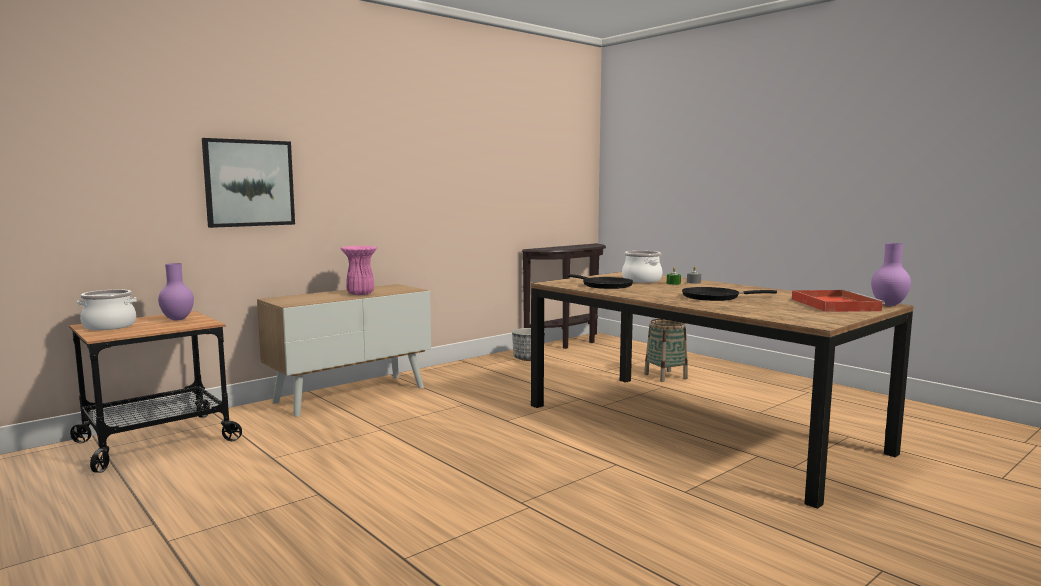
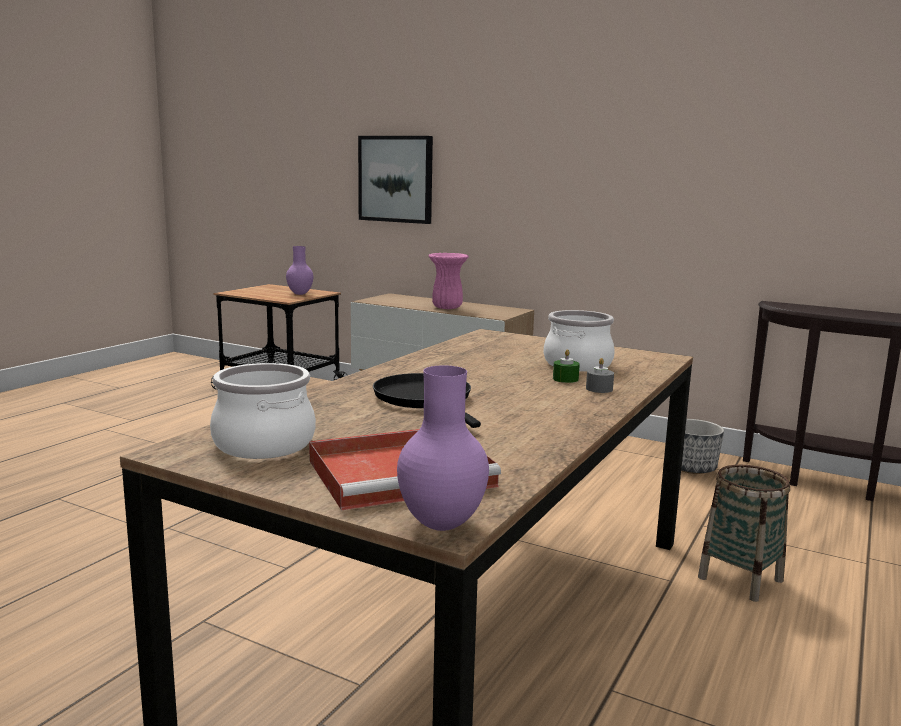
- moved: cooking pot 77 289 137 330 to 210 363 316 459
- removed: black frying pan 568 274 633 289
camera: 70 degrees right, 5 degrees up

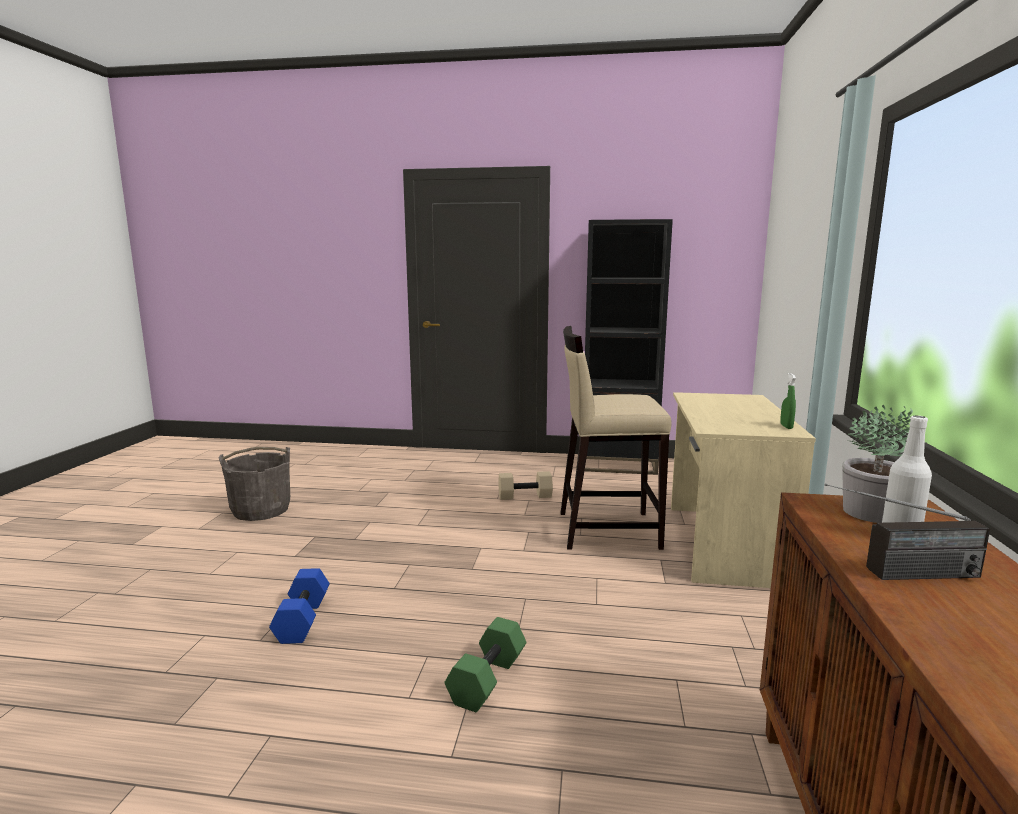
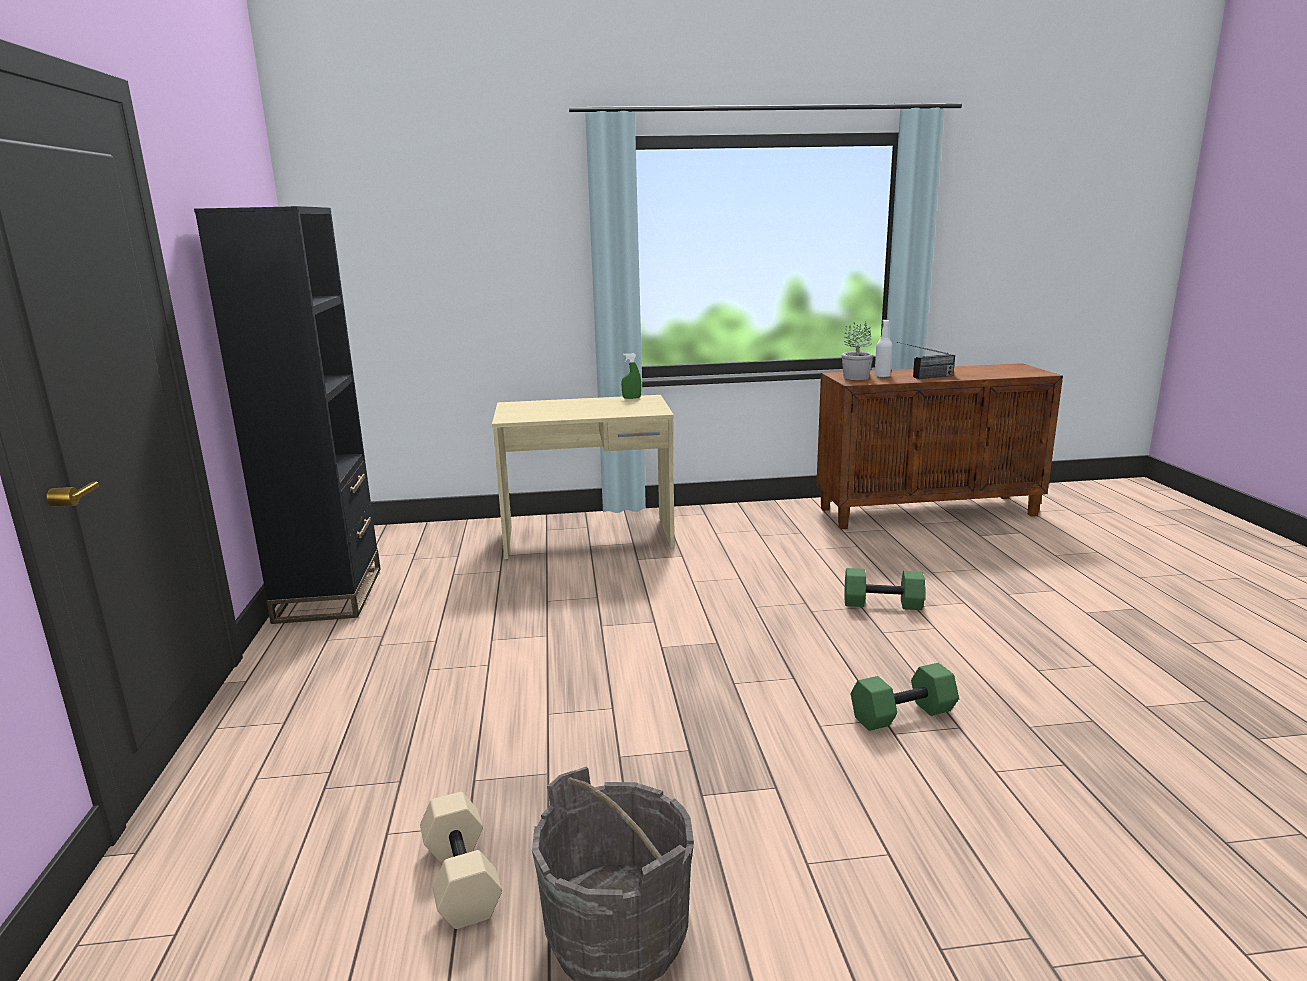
- moved: beige-coloured hand weight 498 471 553 500 to 420 792 502 929
- recoloured: blue-coloured hand weight 269 568 330 644 to green-coloured hand weight 851 663 959 731
- turned: radio set 825 483 990 580 = 897 342 955 379 90 degrees clockwise
- removed: beige-coloured sitting stool 560 326 672 550
camera: 105 degrees left, 5 degrees up

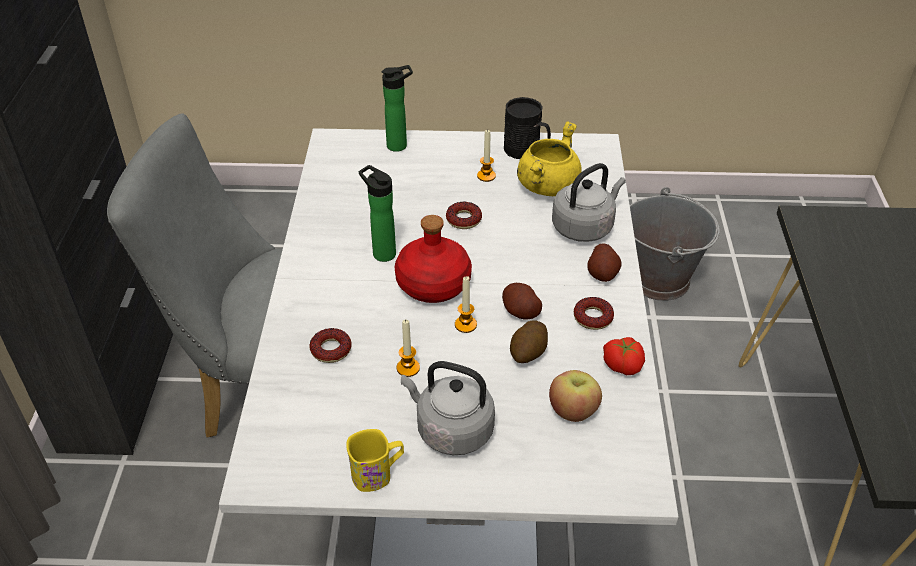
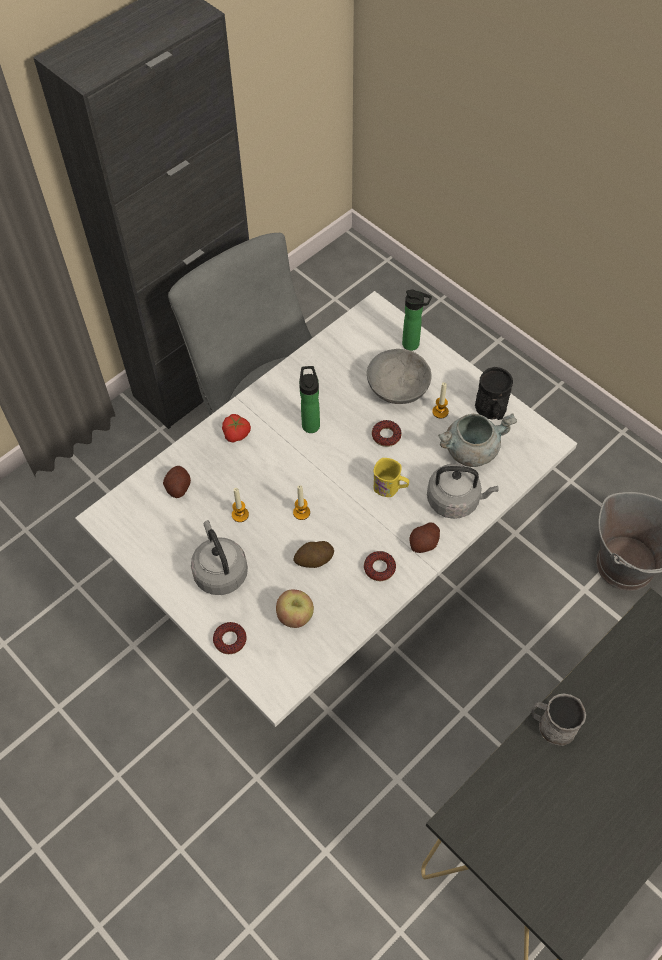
- moved: whole potato 502 283 542 319 to 163 466 191 498
- moved: doughnut 310 328 352 363 to 213 622 247 654
- moved: fresh tomato 603 337 645 375 to 222 414 251 443
- added: grey deep dish 367 349 432 404
- moved: yellow mug 347 429 404 492 to 373 458 409 497
- recoloured: yellow cooking pot 517 121 582 196 to grey cooking pot 438 413 517 467
- added: grey mug 531 694 586 746
- removed: red-coloured bottle 394 215 472 303
camera: 45 degrees right, 15 degrees up

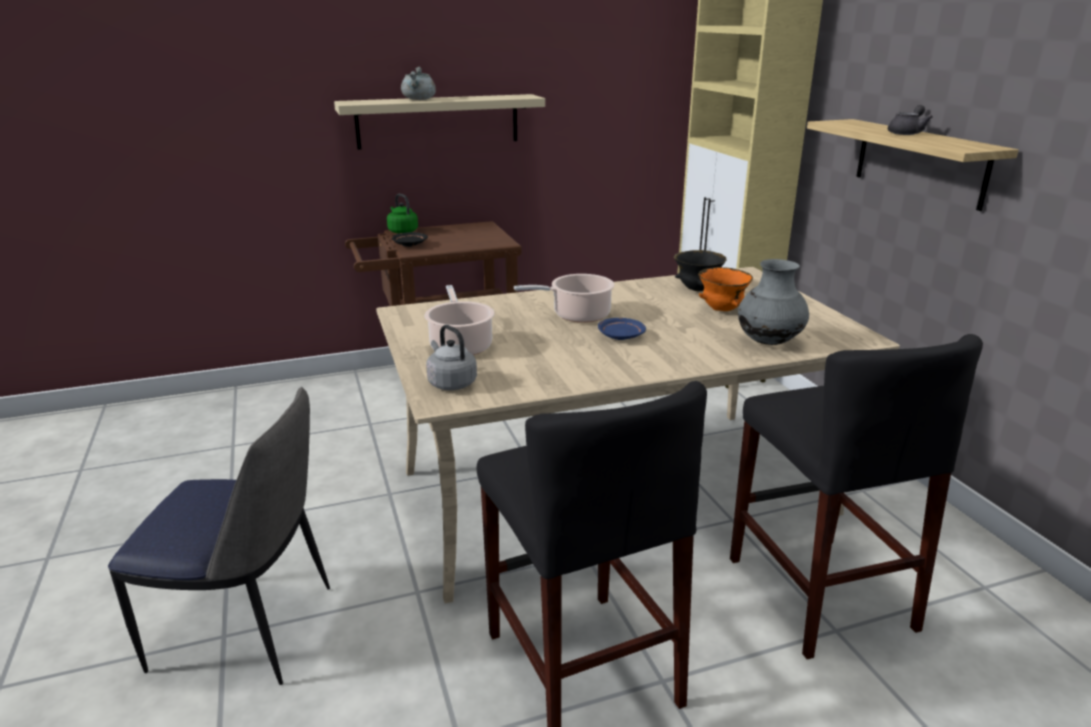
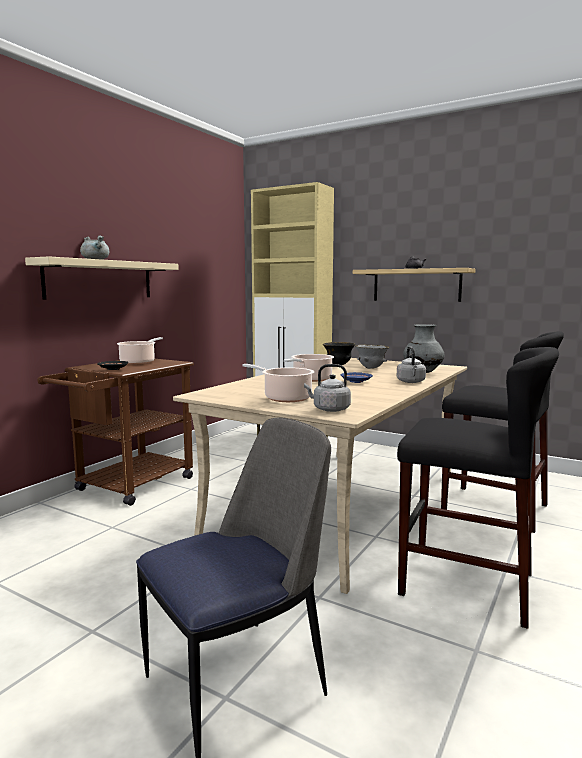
- added: cooking pot 117 337 163 364
- recoloured: orange deep dish 698 267 753 311 to grey deep dish 355 345 389 369
- added: grey water kettle 397 346 426 383
- removed: green-coloured water kettle 387 194 418 234
camera: 40 degrees left, 15 degrees down

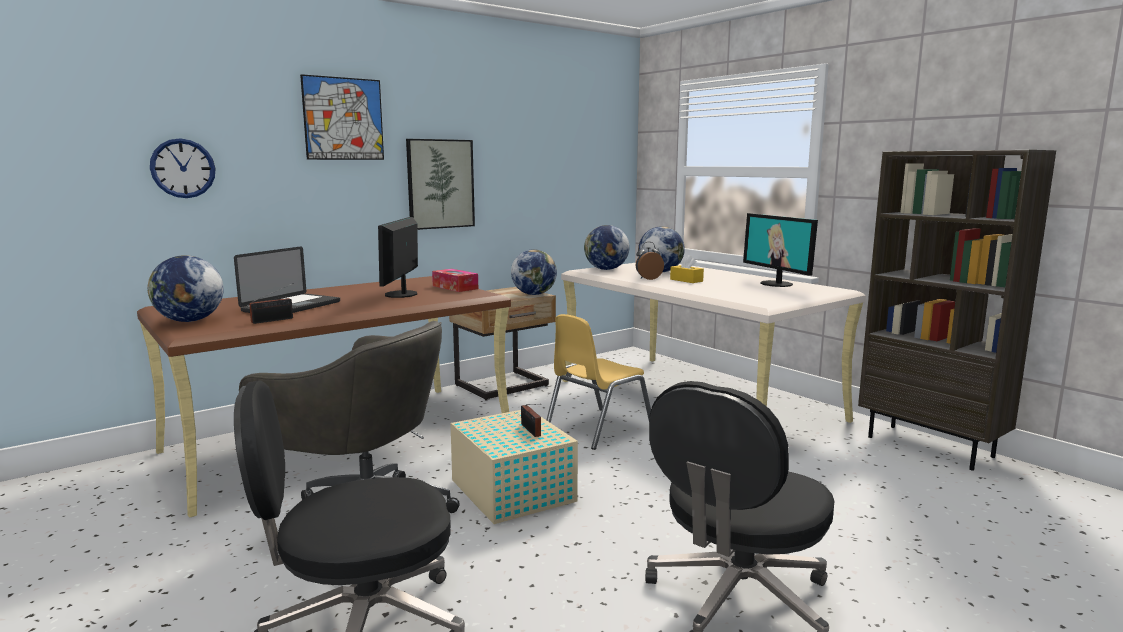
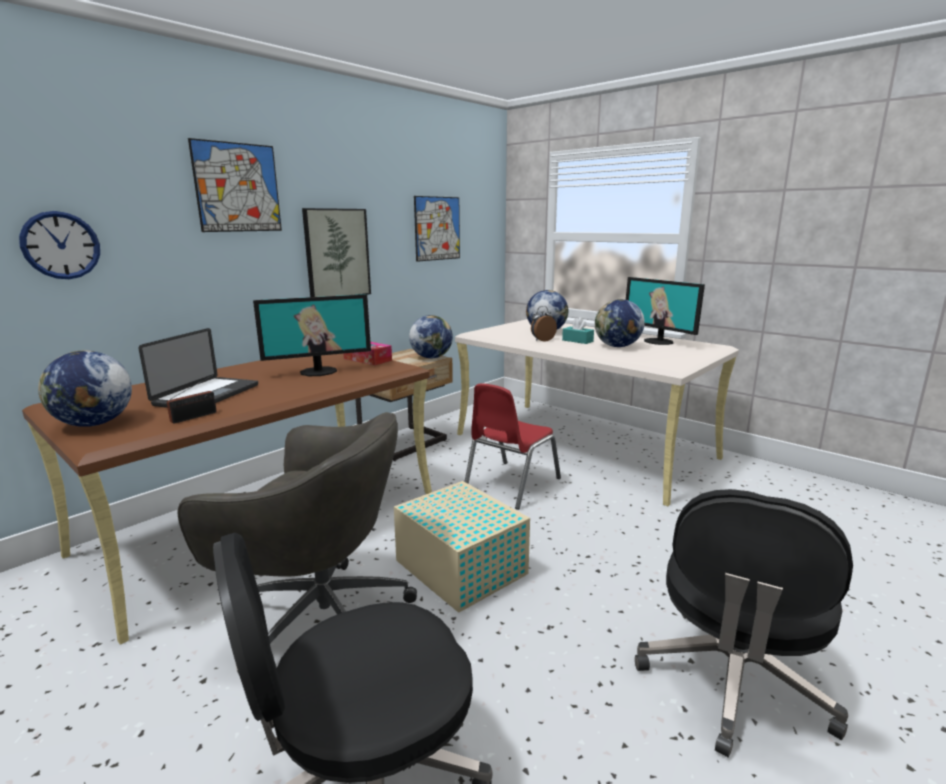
- turned: computer screen 378 217 418 298 = 253 294 371 376 105 degrees counterclockwise
- added: wall art 414 196 460 262
- recoloured: yellow upright chair 547 314 651 450 to red-coloured upright chair 464 383 561 510
- recoloured: yellow box of tissues 670 255 704 283 to turquoise box of tissues 562 317 594 344
- moved: world globe 584 225 630 270 to 595 299 645 347
- removed: radio set 521 404 541 437
- removed: brown bookcase 858 150 1056 471
camera: 10 degrees left, 5 degrees up

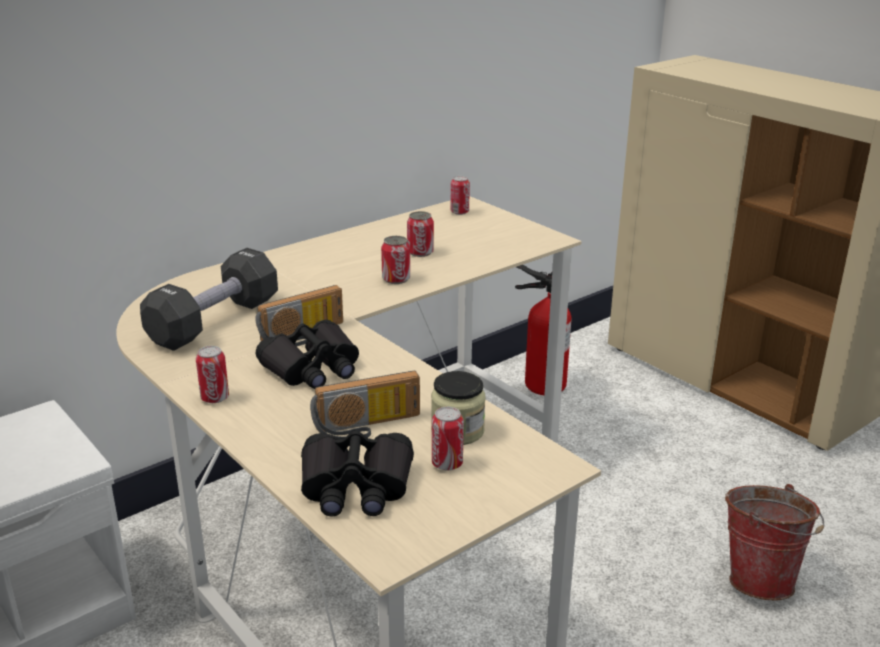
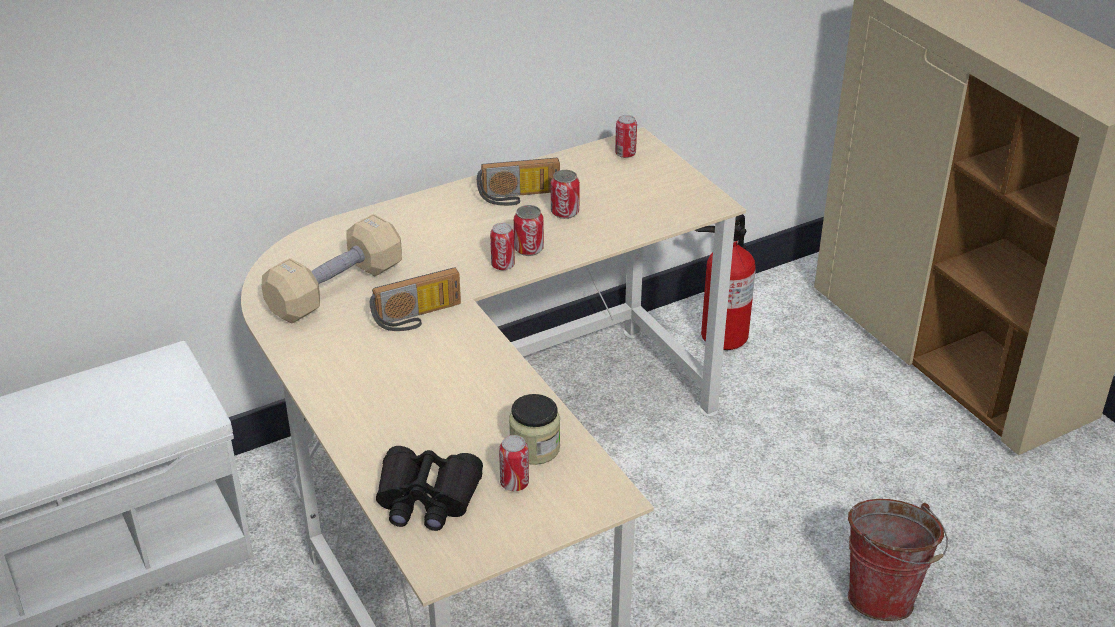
- recoloured: black hand weight 140 248 278 351 to beige-coloured hand weight 262 214 402 323
- moved: radio set 310 371 420 440 to 477 158 560 206
- moved: metal can 196 346 229 403 to 490 223 515 270
- removed: black pair of binoculars 256 320 359 389
camera: 10 degrees right, 10 degrees up

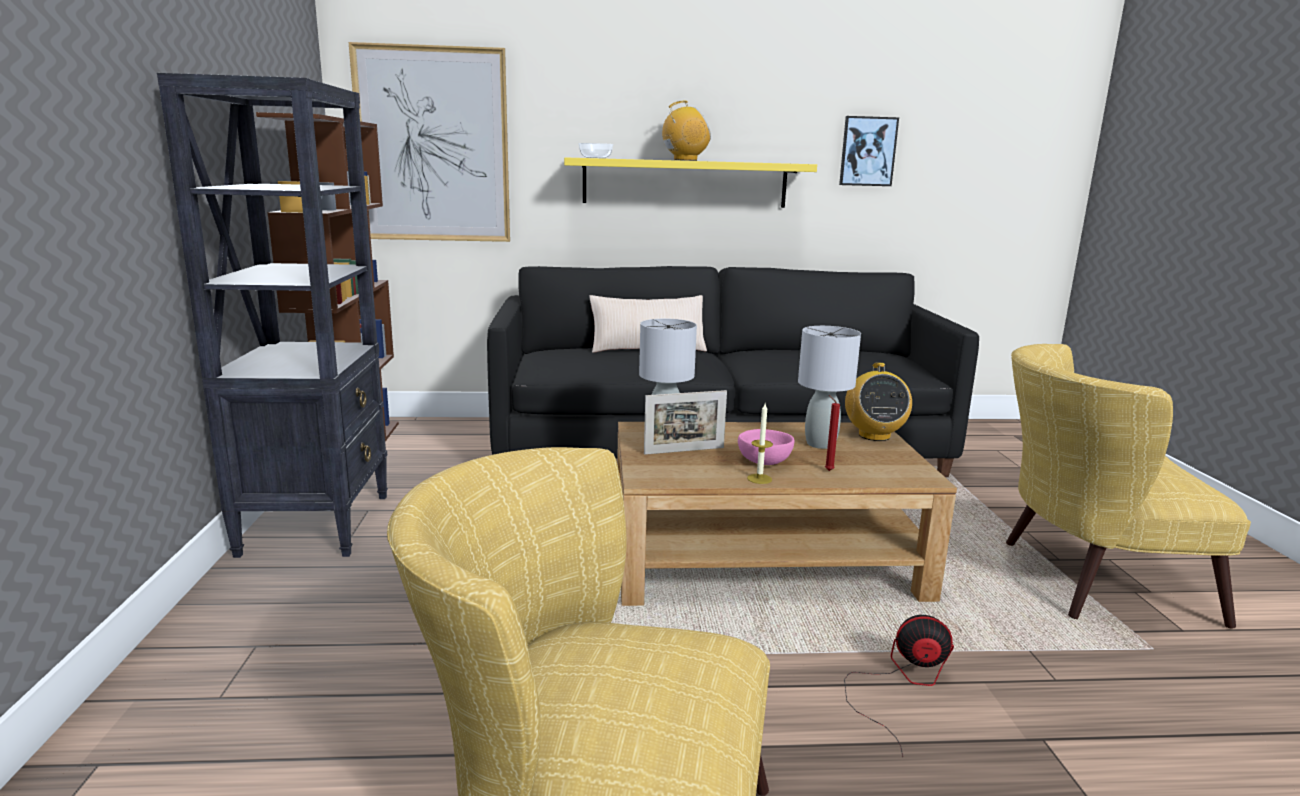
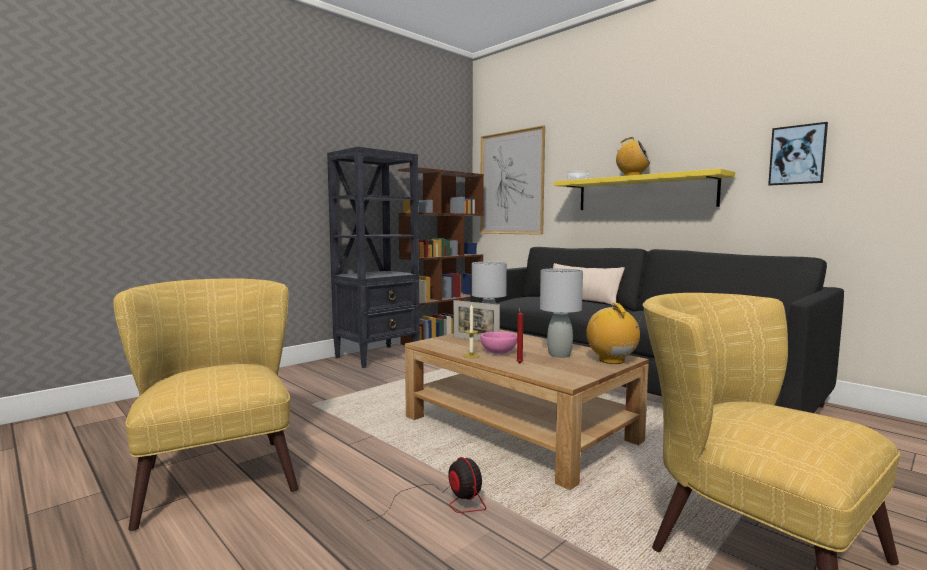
- turned: radio set 845 362 912 441 = 586 303 642 364 120 degrees clockwise
camera: 50 degrees right, 10 degrees down

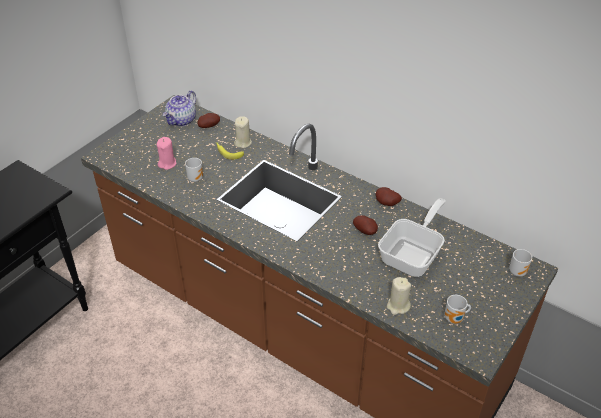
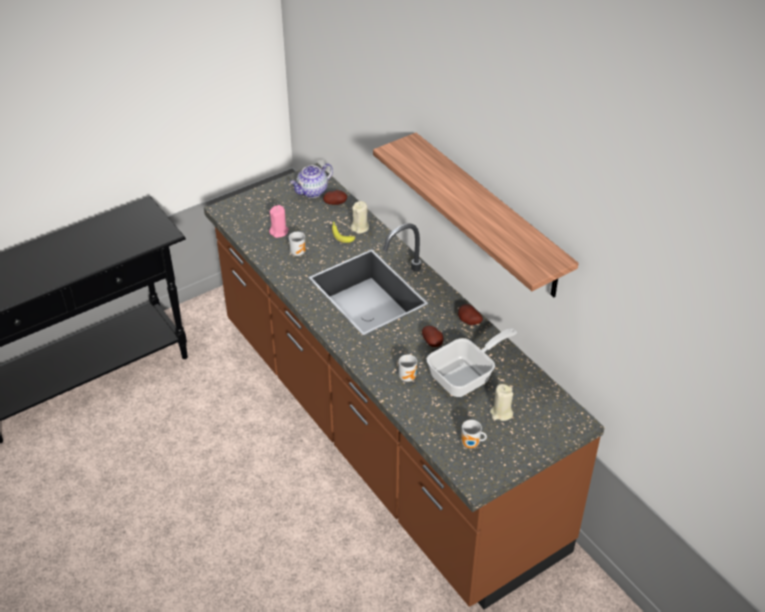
- added: shelf 373 133 579 297
- moved: mug 509 249 532 277 to 399 355 417 382
- moved: beige-coloured candle 387 277 411 315 to 490 384 513 421
camera: 20 degrees right, 0 degrees up

